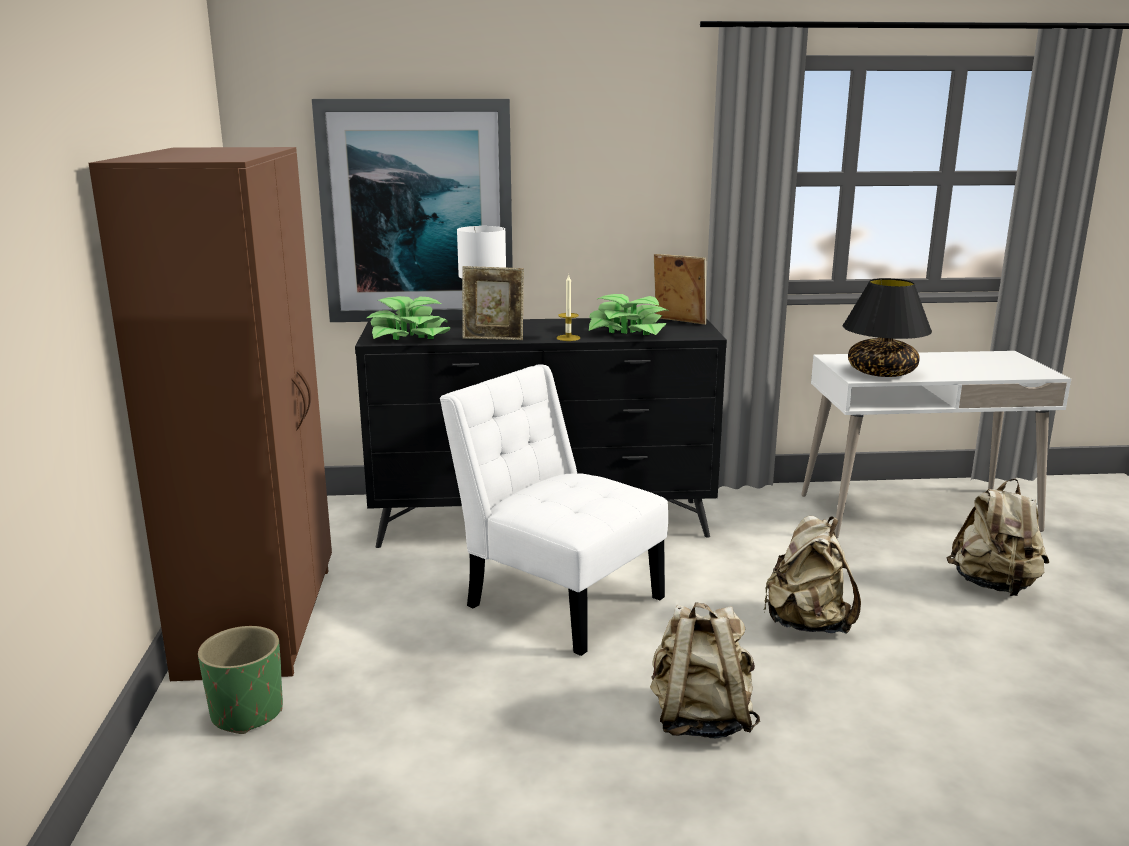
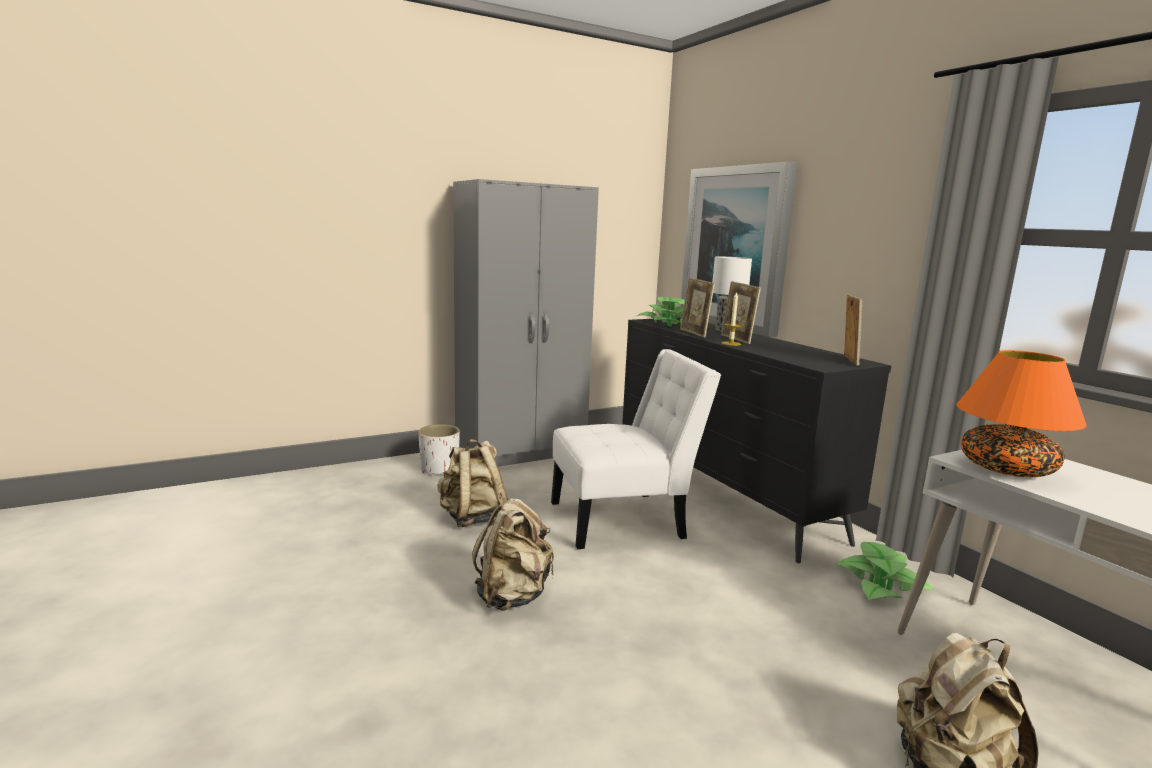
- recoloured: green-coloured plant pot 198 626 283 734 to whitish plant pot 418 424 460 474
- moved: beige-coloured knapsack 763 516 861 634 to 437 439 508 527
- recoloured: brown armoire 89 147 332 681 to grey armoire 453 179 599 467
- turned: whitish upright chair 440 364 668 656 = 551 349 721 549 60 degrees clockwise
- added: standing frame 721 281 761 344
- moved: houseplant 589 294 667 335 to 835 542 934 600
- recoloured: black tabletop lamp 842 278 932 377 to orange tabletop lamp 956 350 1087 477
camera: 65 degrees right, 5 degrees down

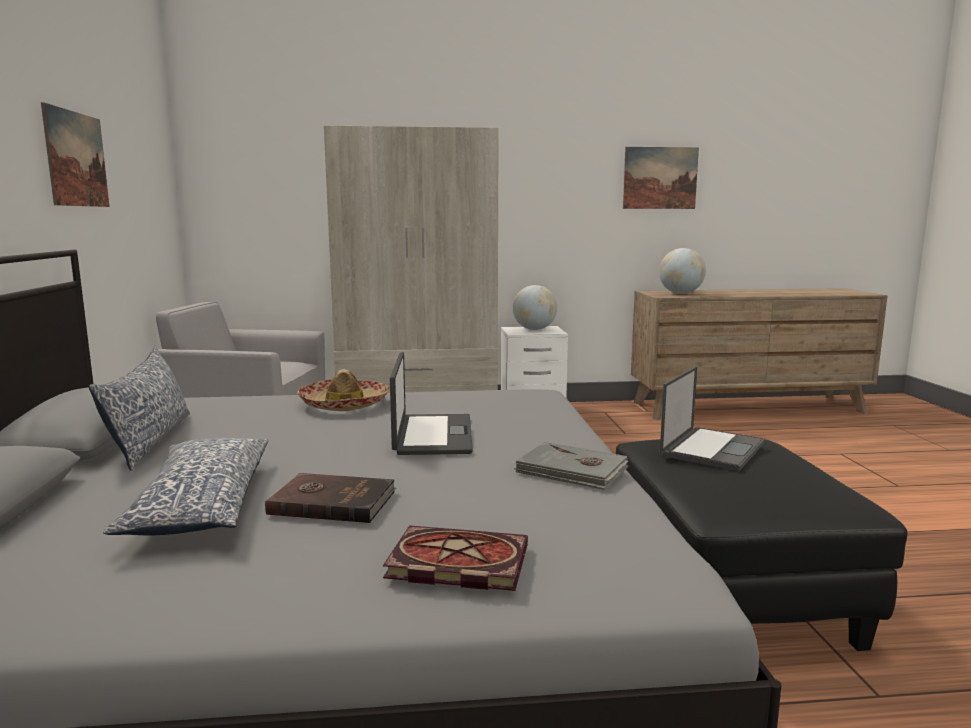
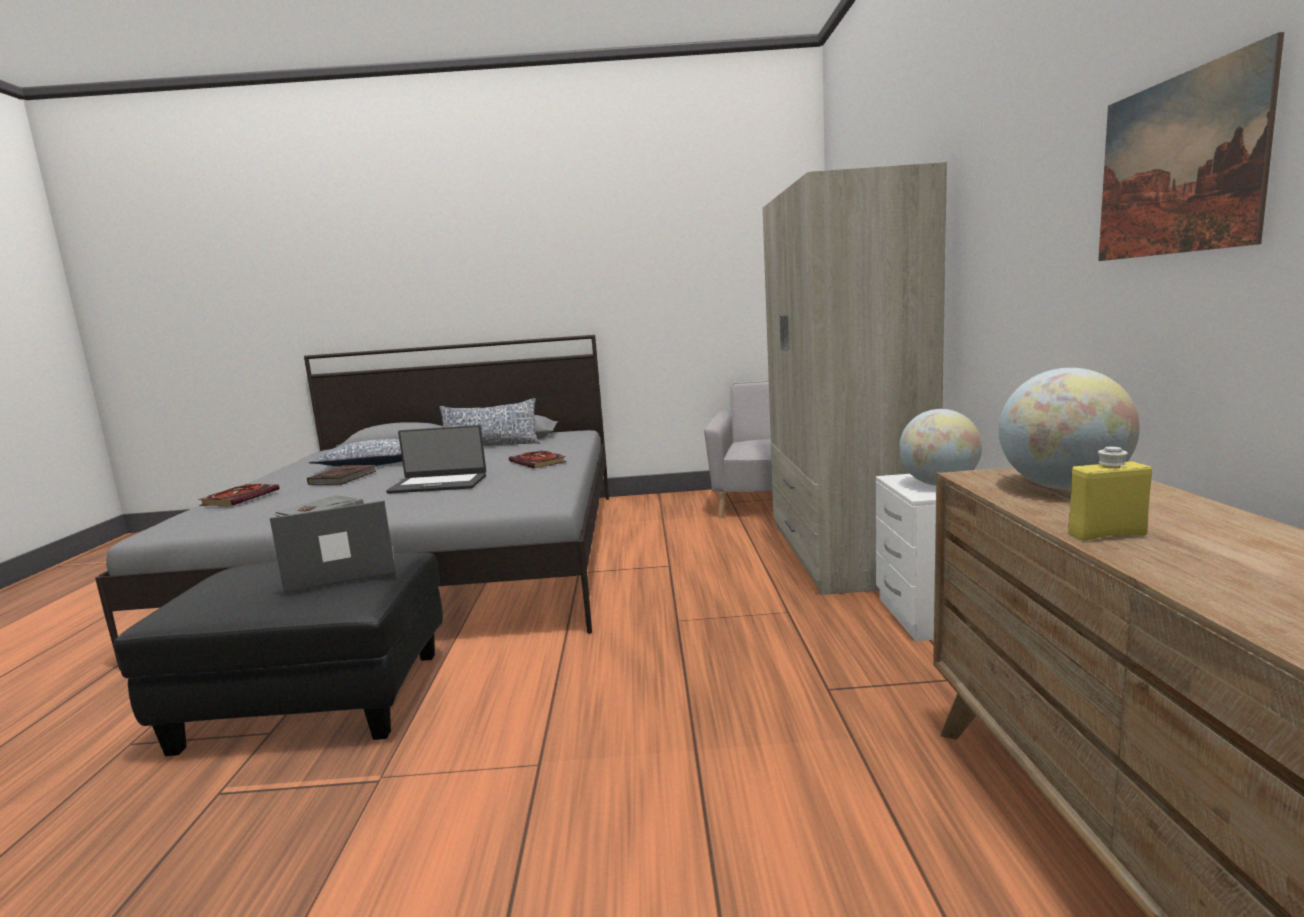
- turned: notebook computer 660 366 765 471 = 270 501 396 593 120 degrees clockwise
- replaced: clothing hat 297 369 390 411 to bound book 509 450 566 469
- added: yellow bottle 1068 447 1152 541
- removed: wall art 41 102 110 207
camera: 95 degrees right, 0 degrees up

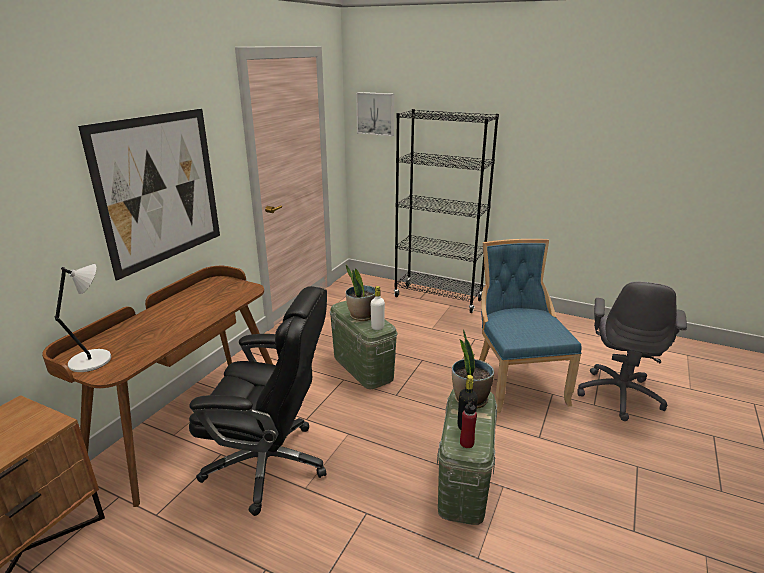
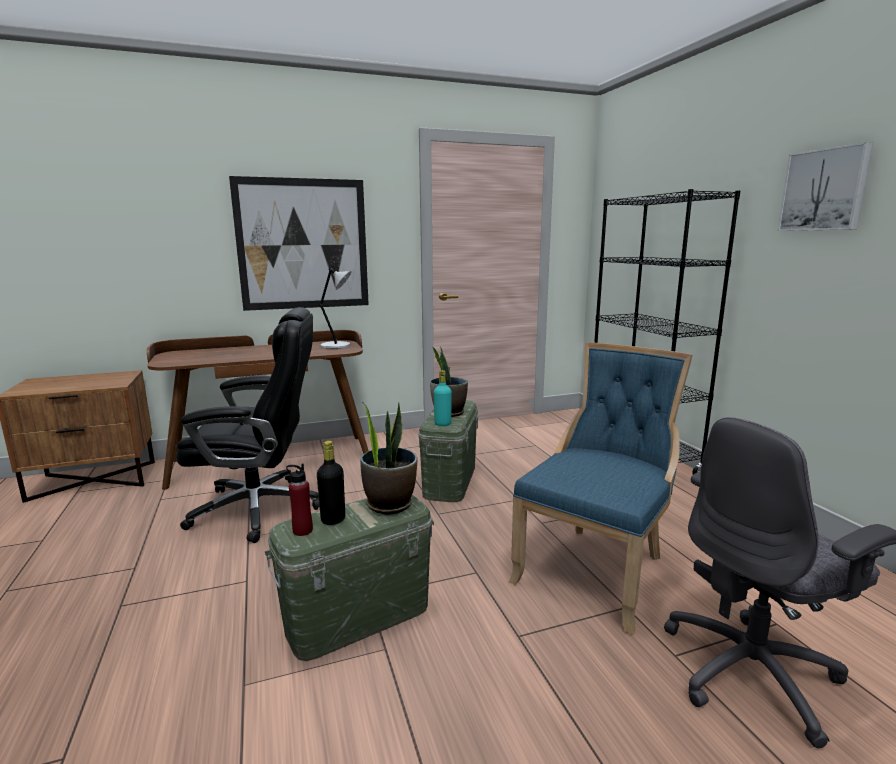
- turned: black desk chair 189 286 327 516 = 176 307 320 543 60 degrees counterclockwise
- moved: grey tabletop lamp 55 264 111 372 to 319 268 351 349
- recoloured: whitish bottle 371 286 385 330 to turquoise bottle 434 370 452 426
- moved: wall art 356 92 394 136 to 777 142 873 231
camera: 45 degrees right, 10 degrees down

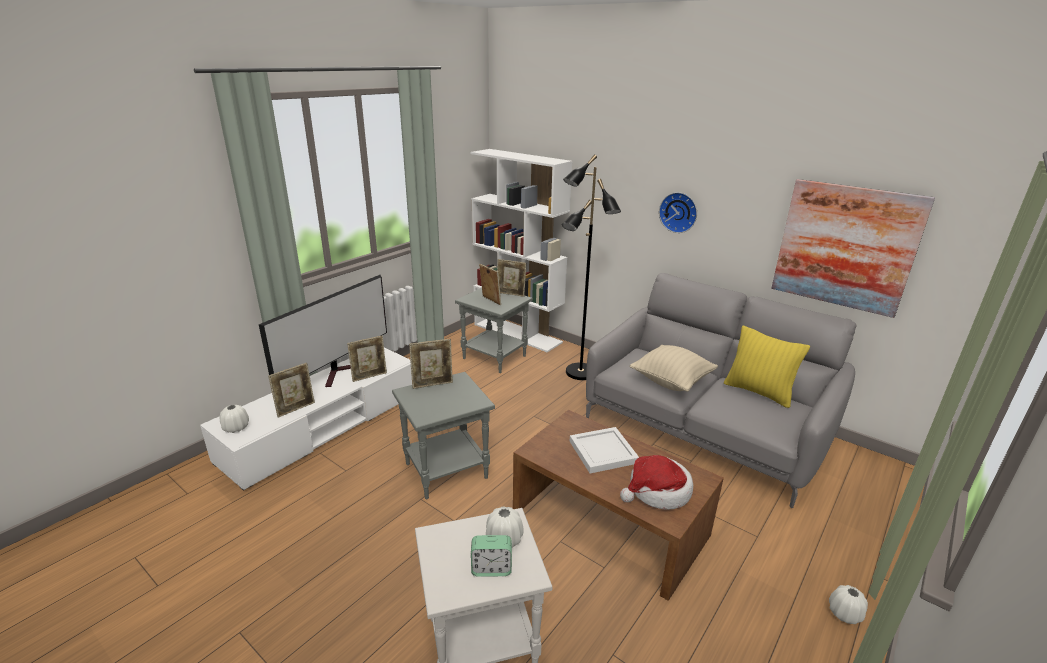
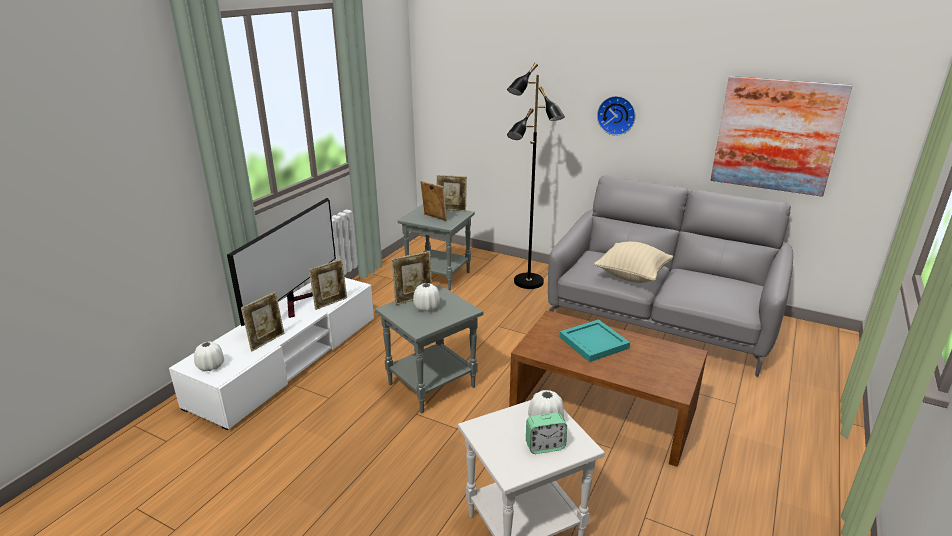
- moved: whitish vase 829 585 868 624 to 413 283 440 312
- recoloured: whitish carrying tray 570 427 639 473 to turquoise carrying tray 559 320 630 362
- removed: whitish bookcase 470 149 573 352
- removed: clothing hat 620 455 693 510
- removed: yellow throw pillow 724 326 810 408
camera: 10 degrees left, 0 degrees up

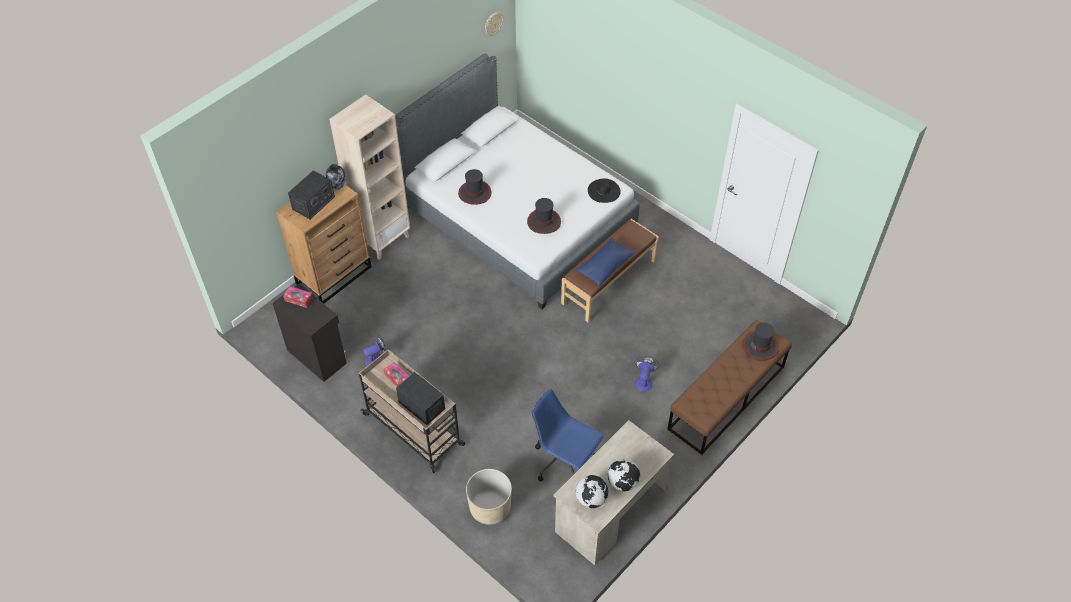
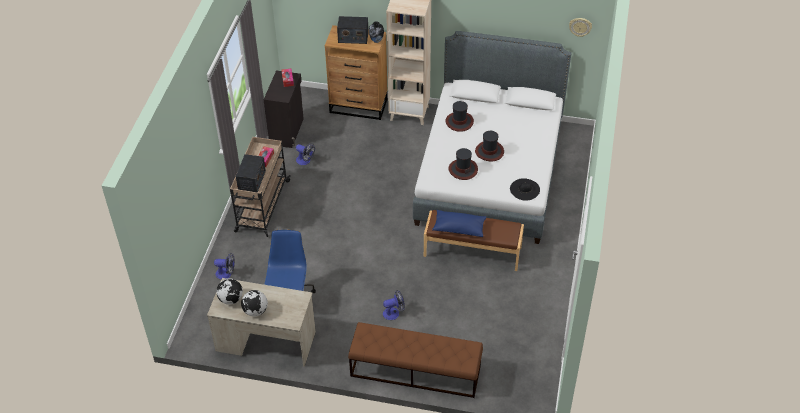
- replaced: beige-coloured plant pot 466 469 512 525 to cooling fan 214 253 235 280
- moved: clothing hat 742 323 779 361 to 475 131 504 161
camera: 60 degrees right, 5 degrees down

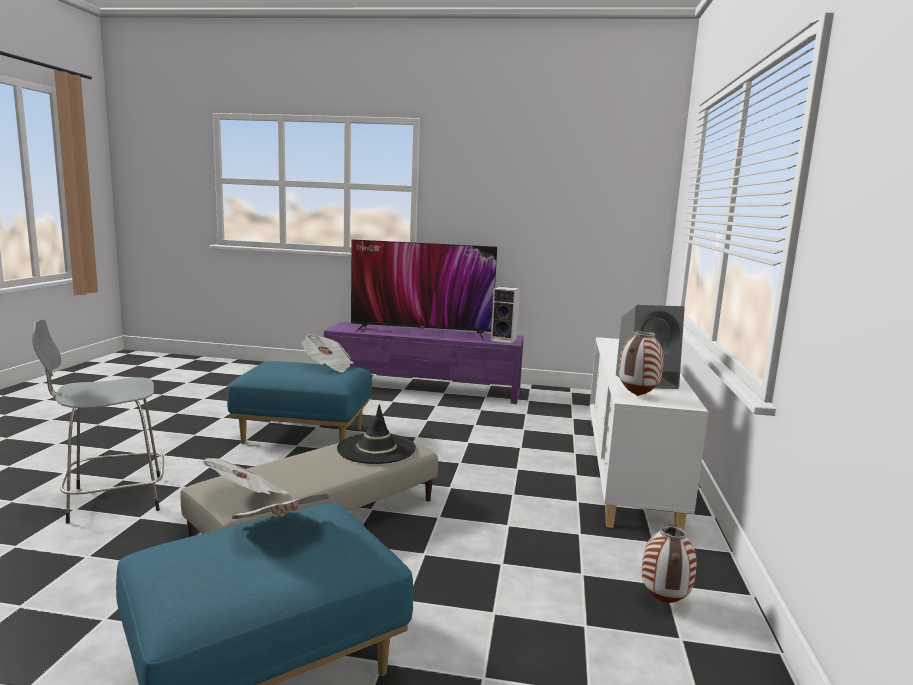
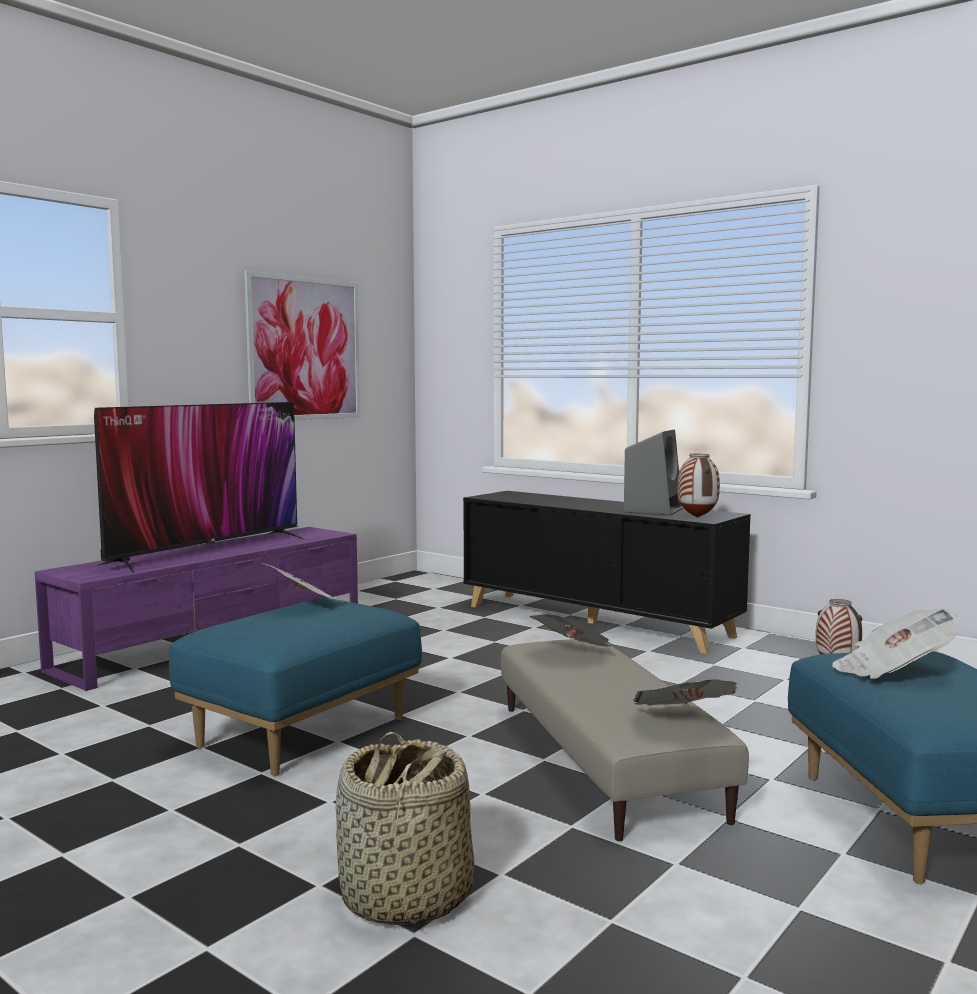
- added: wall art 244 271 360 420
- replaced: grey sitting stool 32 319 164 524 to basket 335 732 475 925
- recoloured: whitish cupboard 590 337 708 529 to black cupboard 463 491 750 654
- replaced: black clothing hat 337 404 416 464 to printed paper 530 614 612 647
- removed: audio speaker 491 287 520 344
camera: 60 degrees left, 5 degrees down

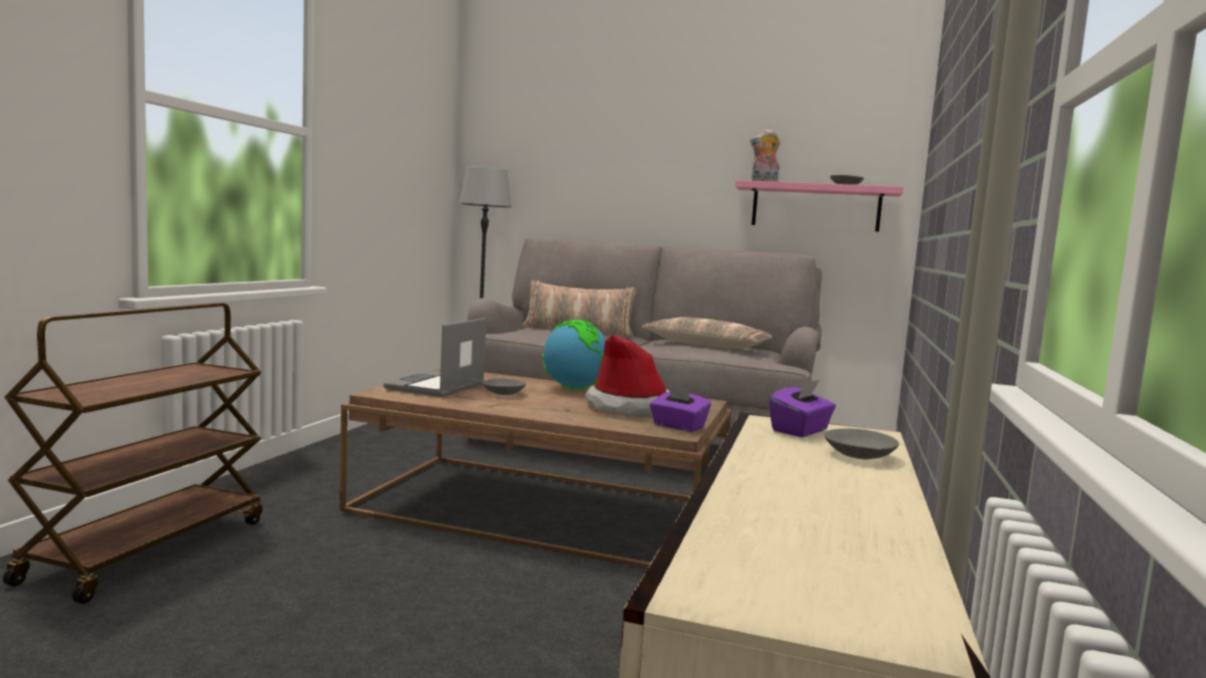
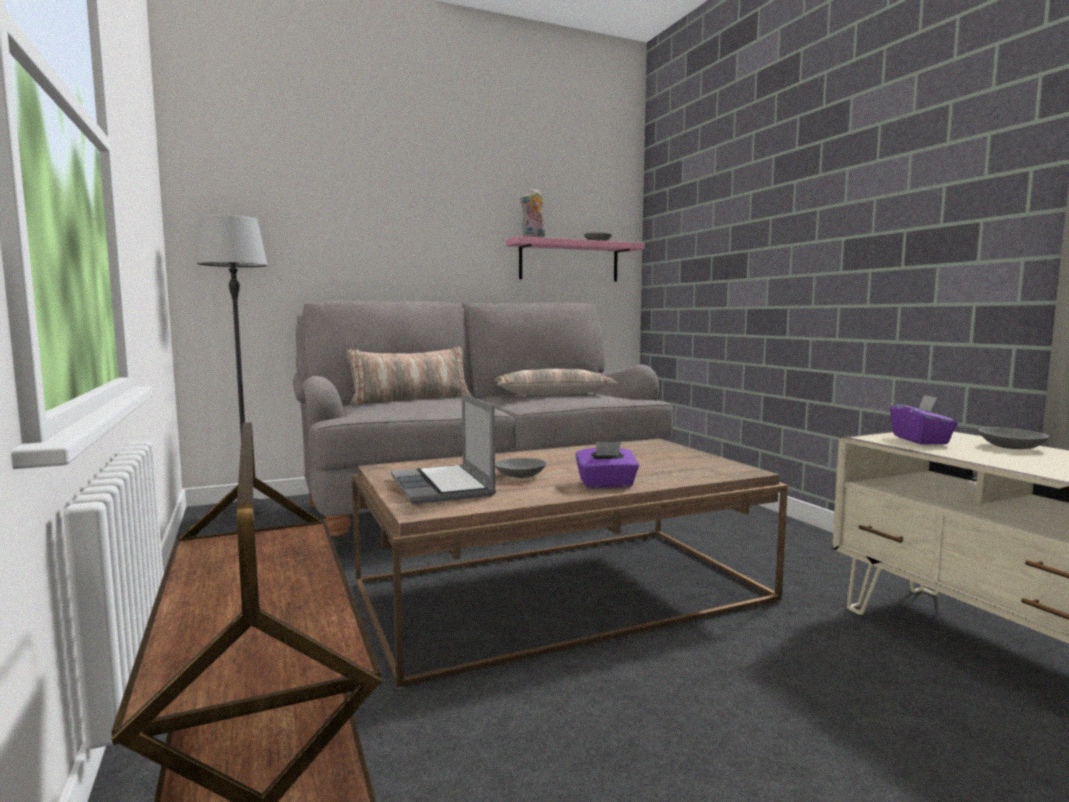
- moved: purplish box of tissues 650 385 711 432 to 575 441 639 488
- removed: world globe 542 320 606 390
- removed: clothing hat 585 335 670 417
camera: 40 degrees left, 0 degrees up

